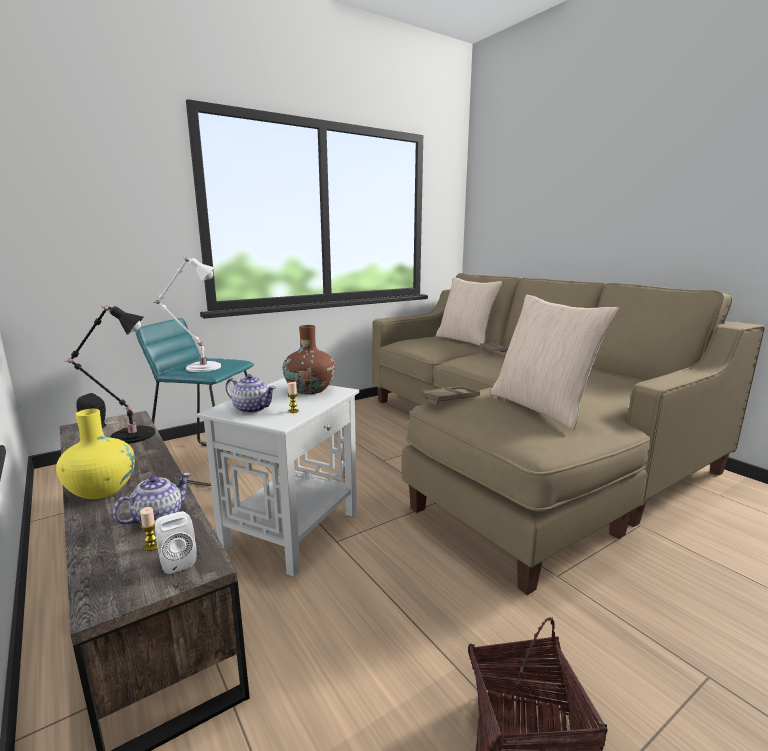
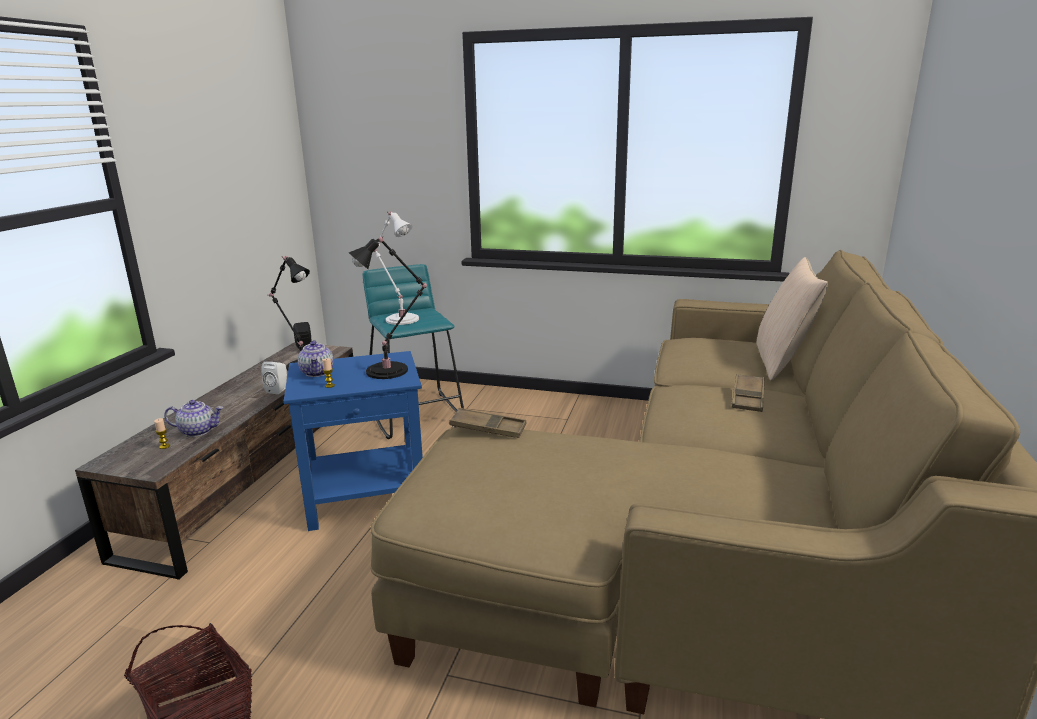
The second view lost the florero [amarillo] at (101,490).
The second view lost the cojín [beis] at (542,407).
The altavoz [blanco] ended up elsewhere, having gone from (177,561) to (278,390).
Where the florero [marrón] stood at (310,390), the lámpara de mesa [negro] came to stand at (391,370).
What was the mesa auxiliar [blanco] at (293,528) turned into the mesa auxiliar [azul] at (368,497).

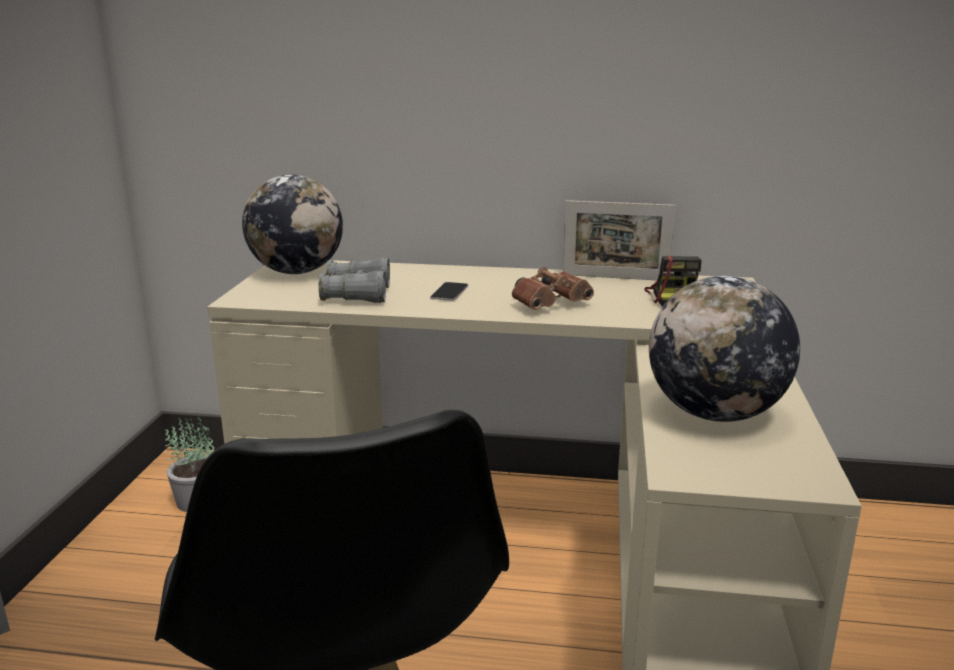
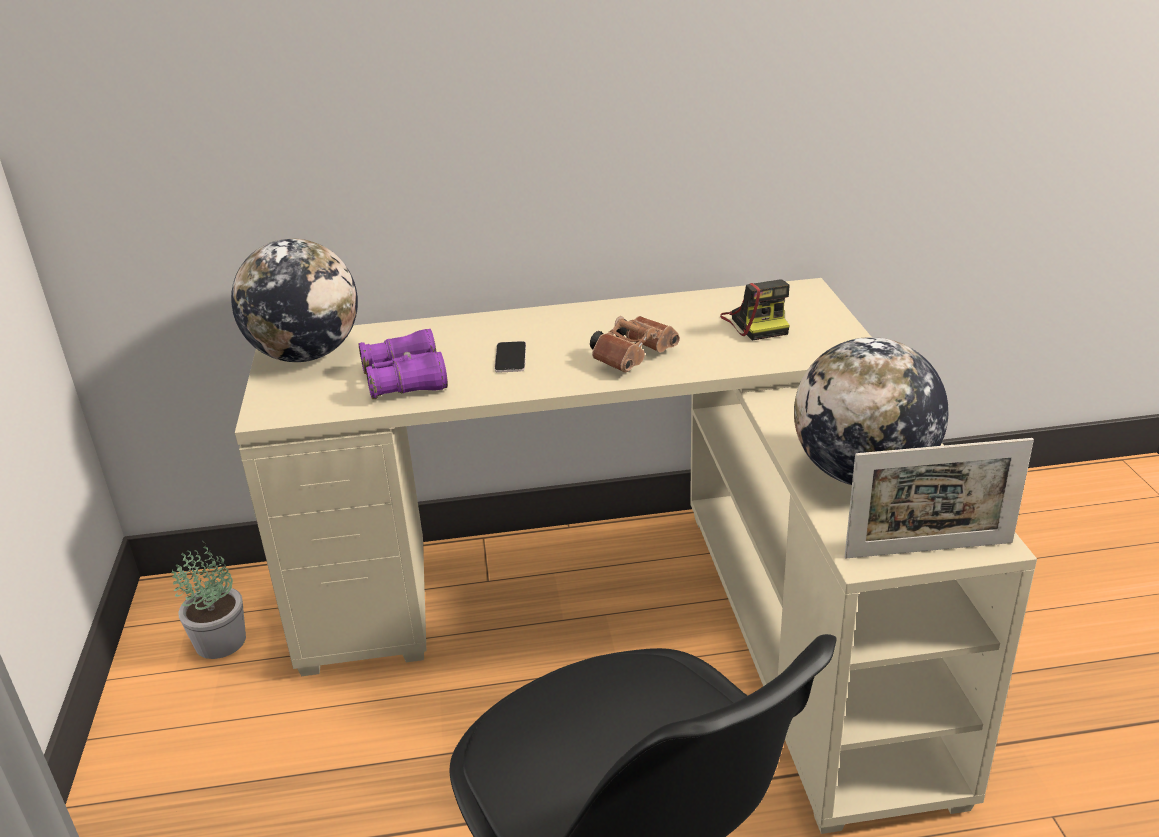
The portarretratos ended up elsewhere, having gone from (615,277) to (928,550).
What was the prismáticos [gris] at (357,294) turned into the prismáticos [morado] at (405,380).

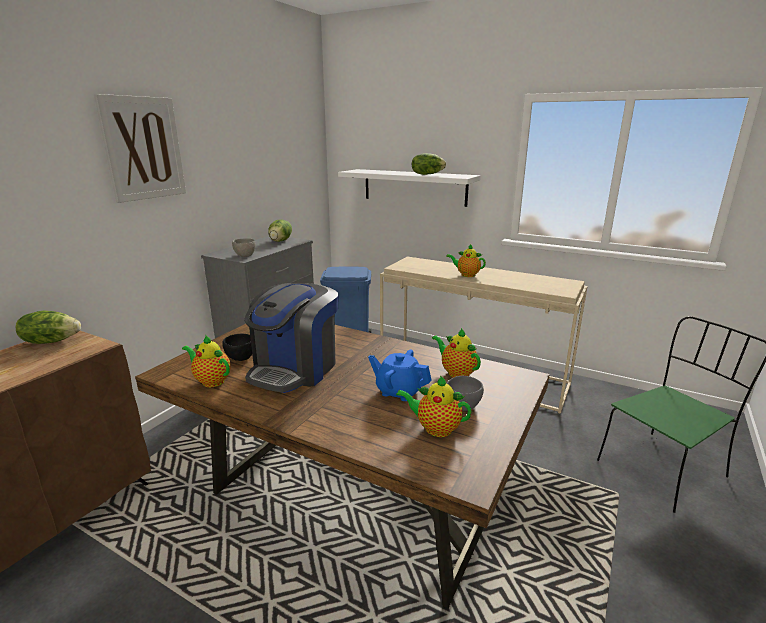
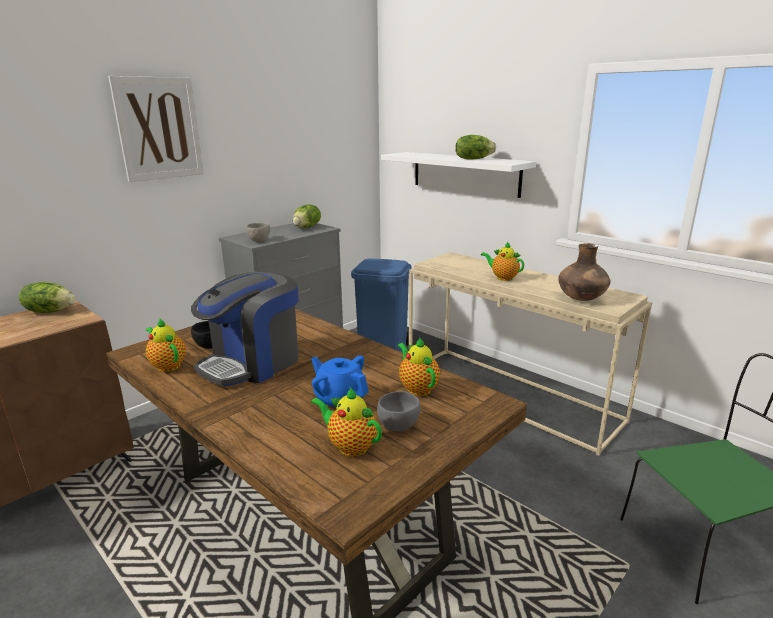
The second view gained the florero [marrón] at (581,299).

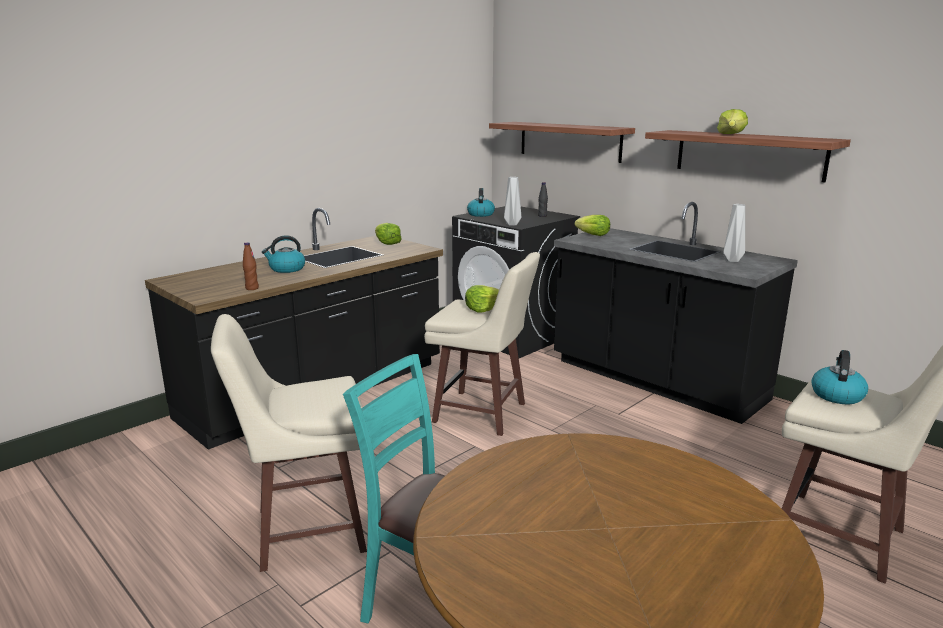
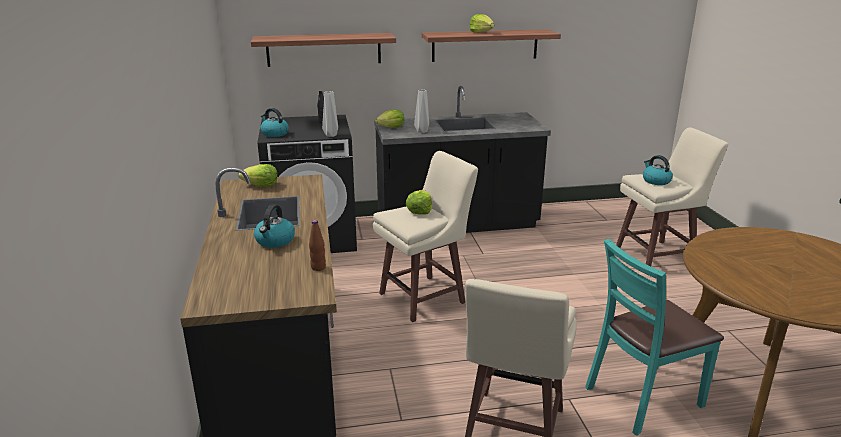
The florero [gris] ended up elsewhere, having gone from (732,260) to (422,131).

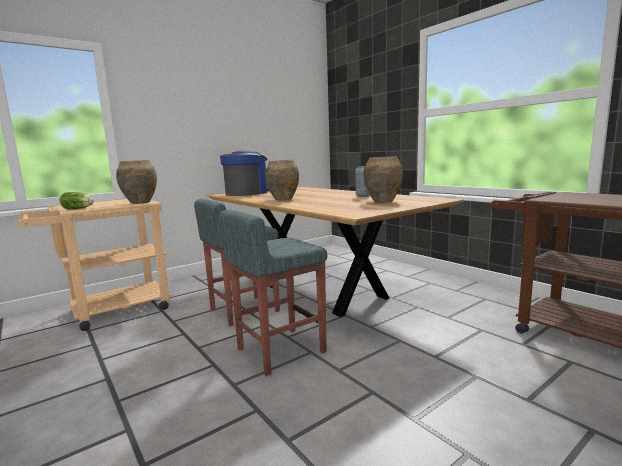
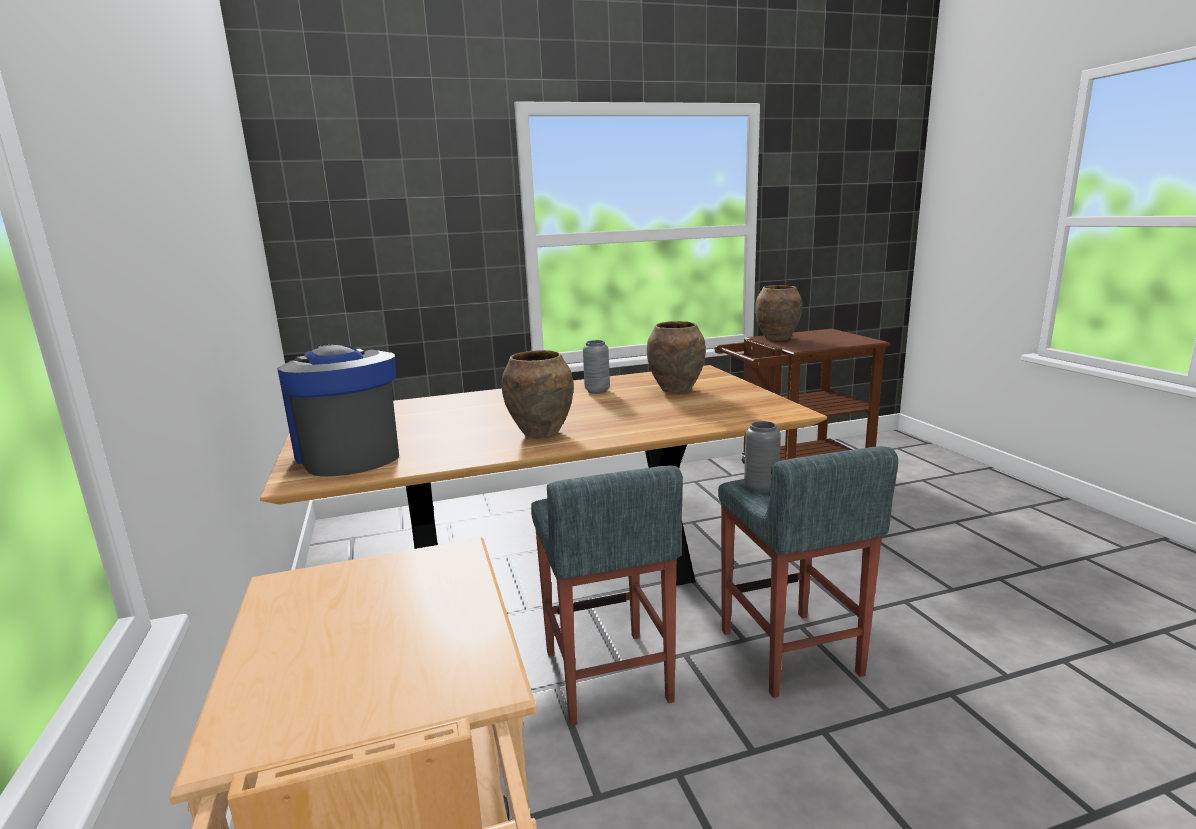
The second view lost the lechuga at (79,209).
The second view gained the florero [gris] at (761,487).
The florero [marrón] ended up elsewhere, having gone from (140,202) to (777,338).

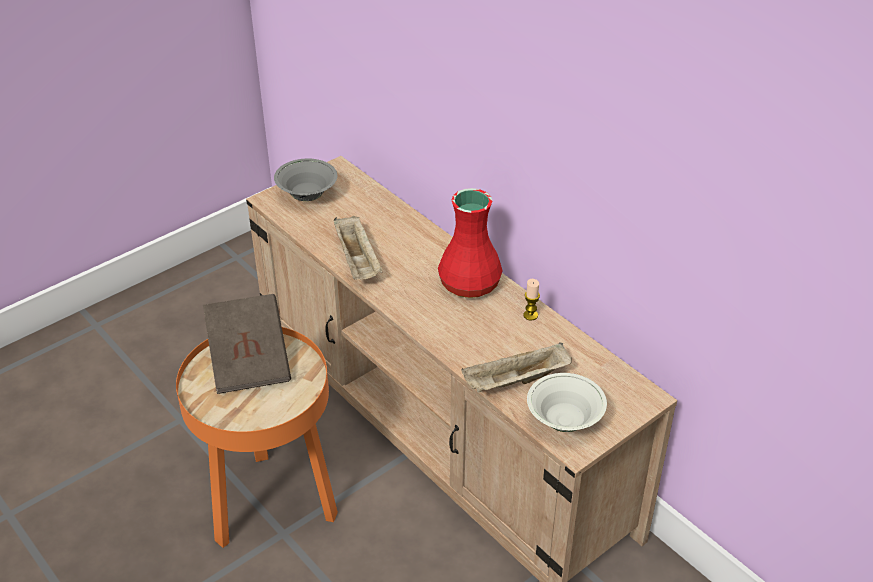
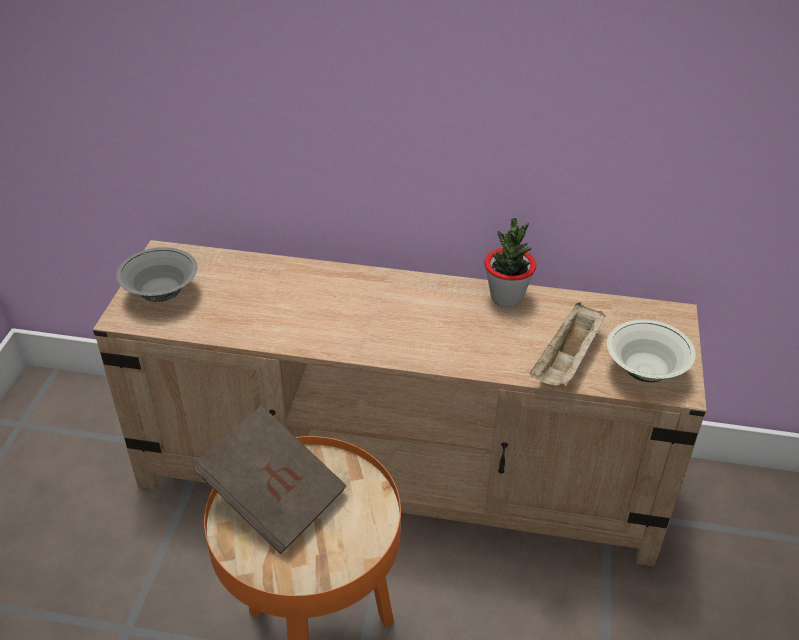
The second view lost the bandeja [beis] at (358,261).
The second view lost the florero [rojo] at (469,282).
Where the vela stood at (530,315), the planta en maceta came to stand at (506,297).

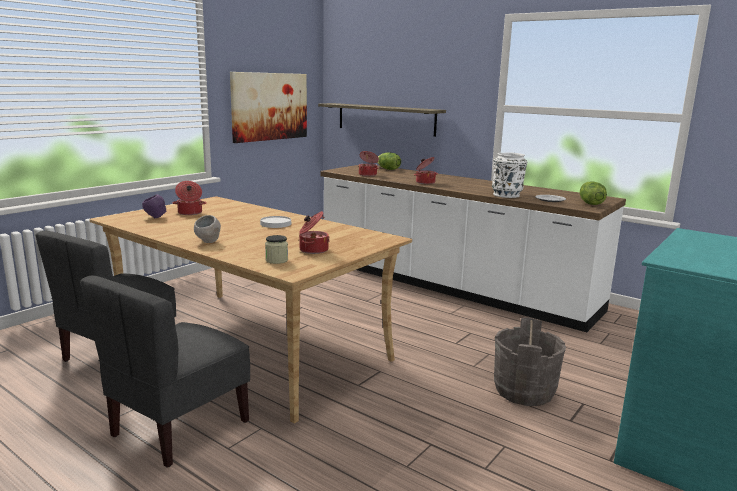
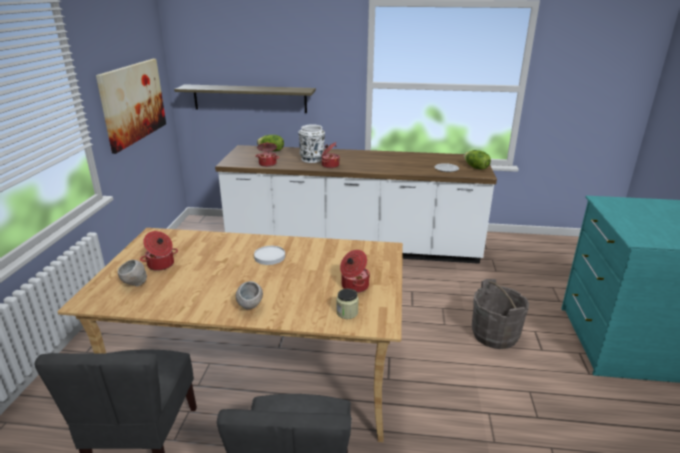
The florero [blanco] ended up elsewhere, having gone from (507,195) to (312,159).
What was the cuenco [morado] at (155,217) turned into the cuenco [gris] at (135,285).

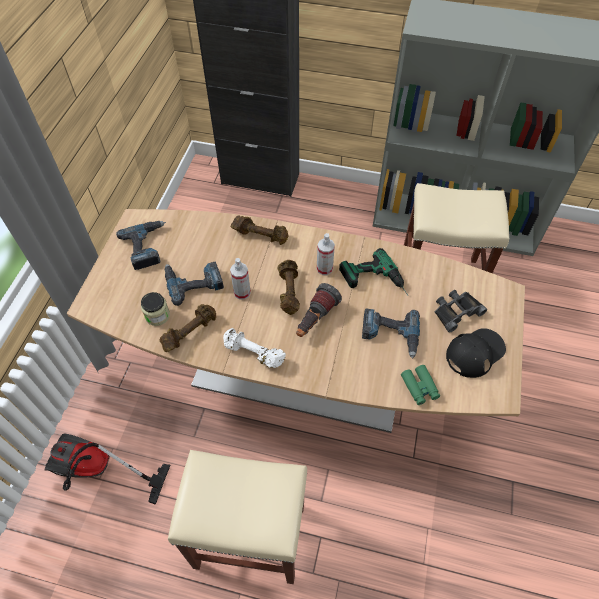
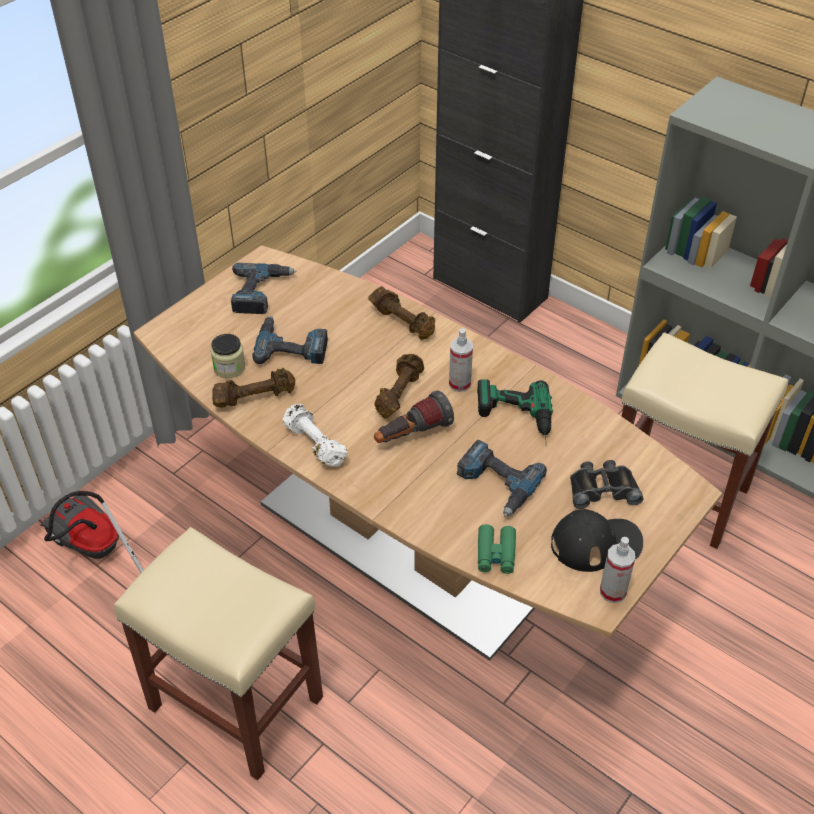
The pulverizador ended up elsewhere, having gone from (242,292) to (612,592).

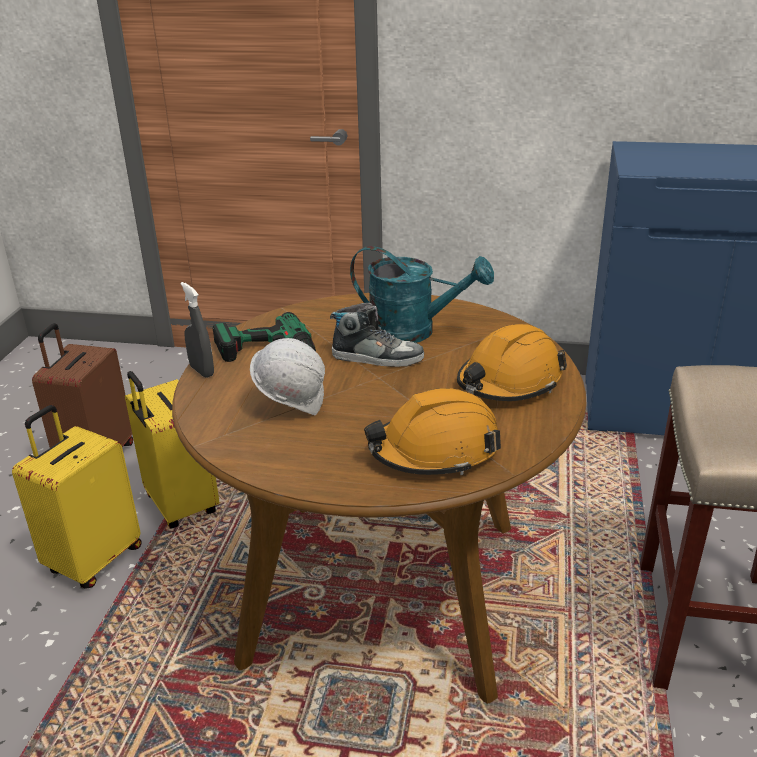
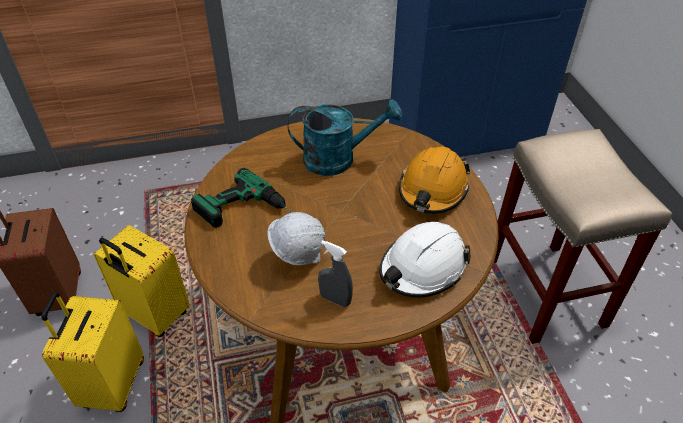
The second view lost the zapato at (377,357).
The pulverizador [gris] ended up elsewhere, having gone from (202,371) to (335,299).
What was the casco [naranja] at (435,451) turned into the casco [blanco] at (422,268).

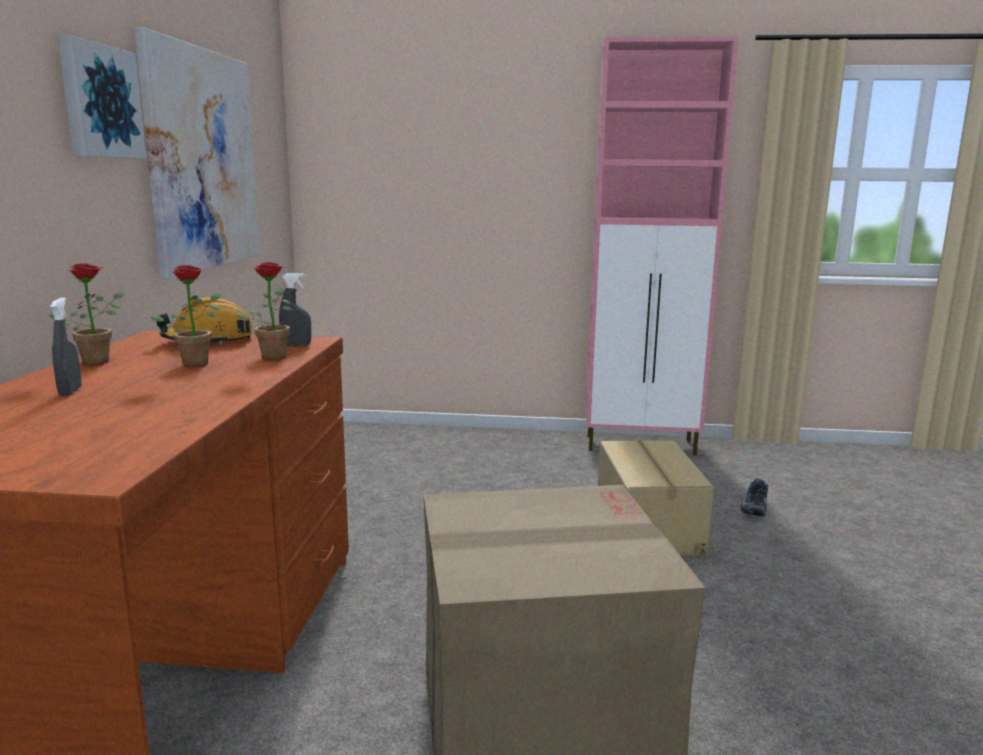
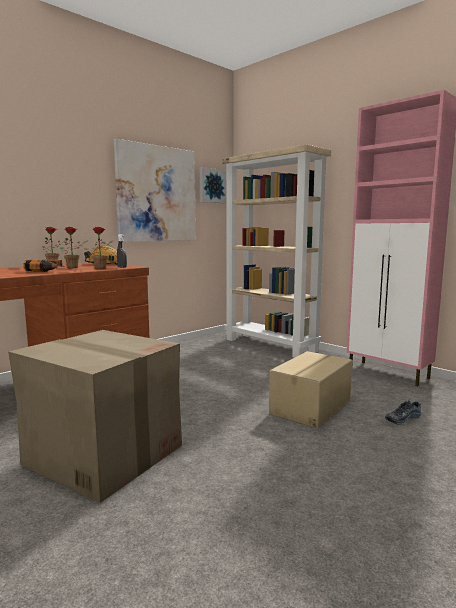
The second view lost the pulverizador [gris] at (70,392).
The second view gained the taladro at (50,270).
The second view gained the estantería [beis] at (271,345).
The cuadro ended up elsewhere, having gone from (99,102) to (212,186).

